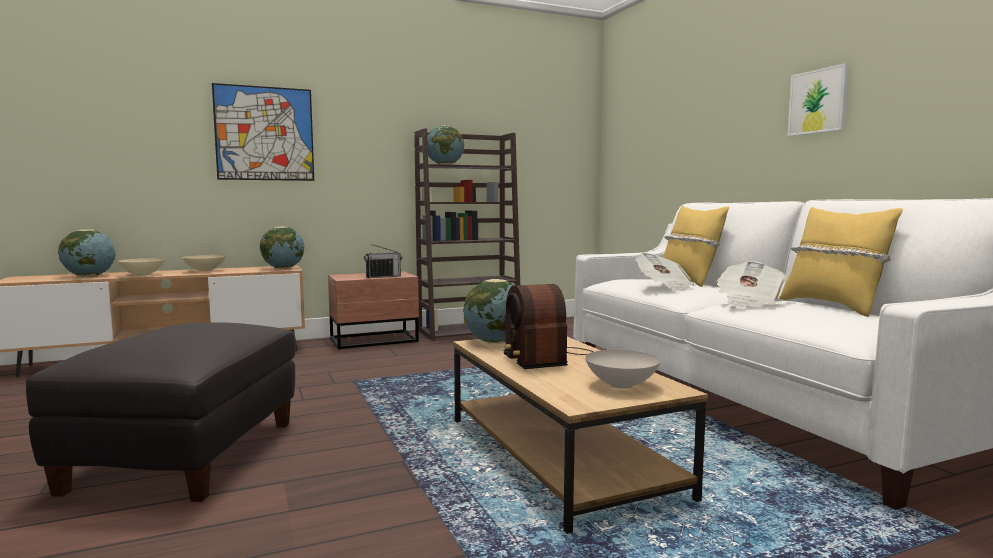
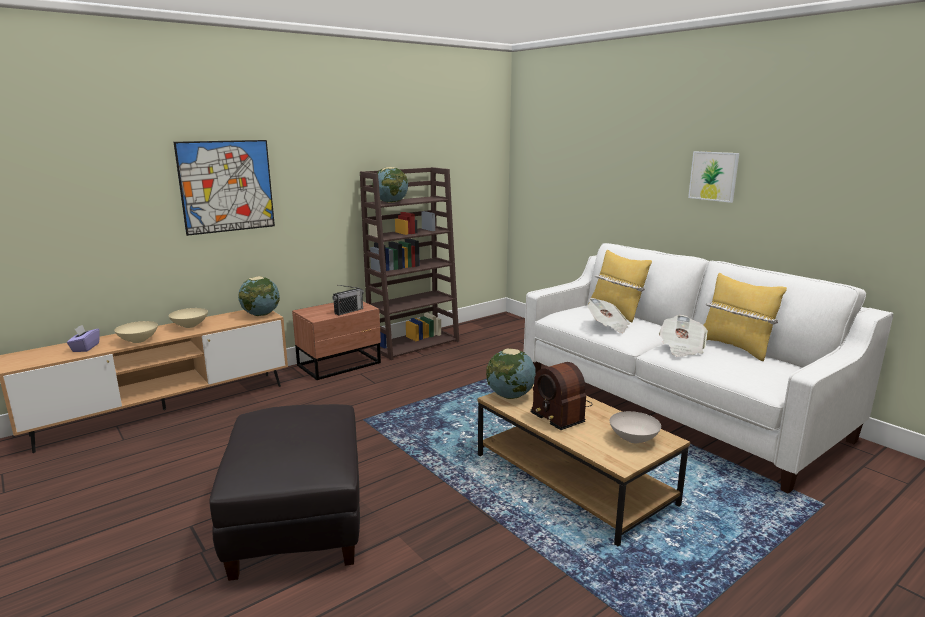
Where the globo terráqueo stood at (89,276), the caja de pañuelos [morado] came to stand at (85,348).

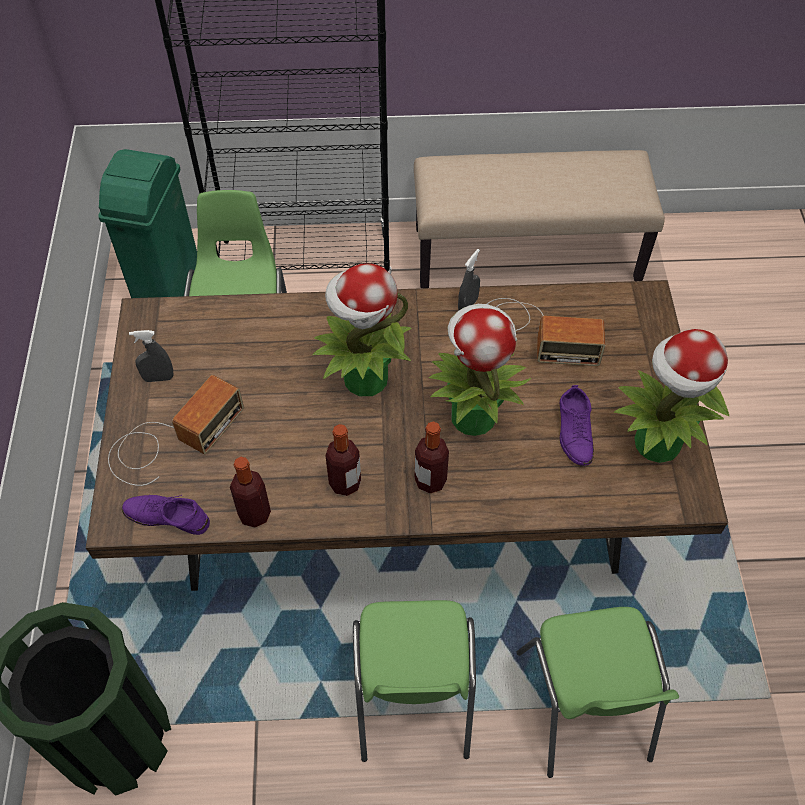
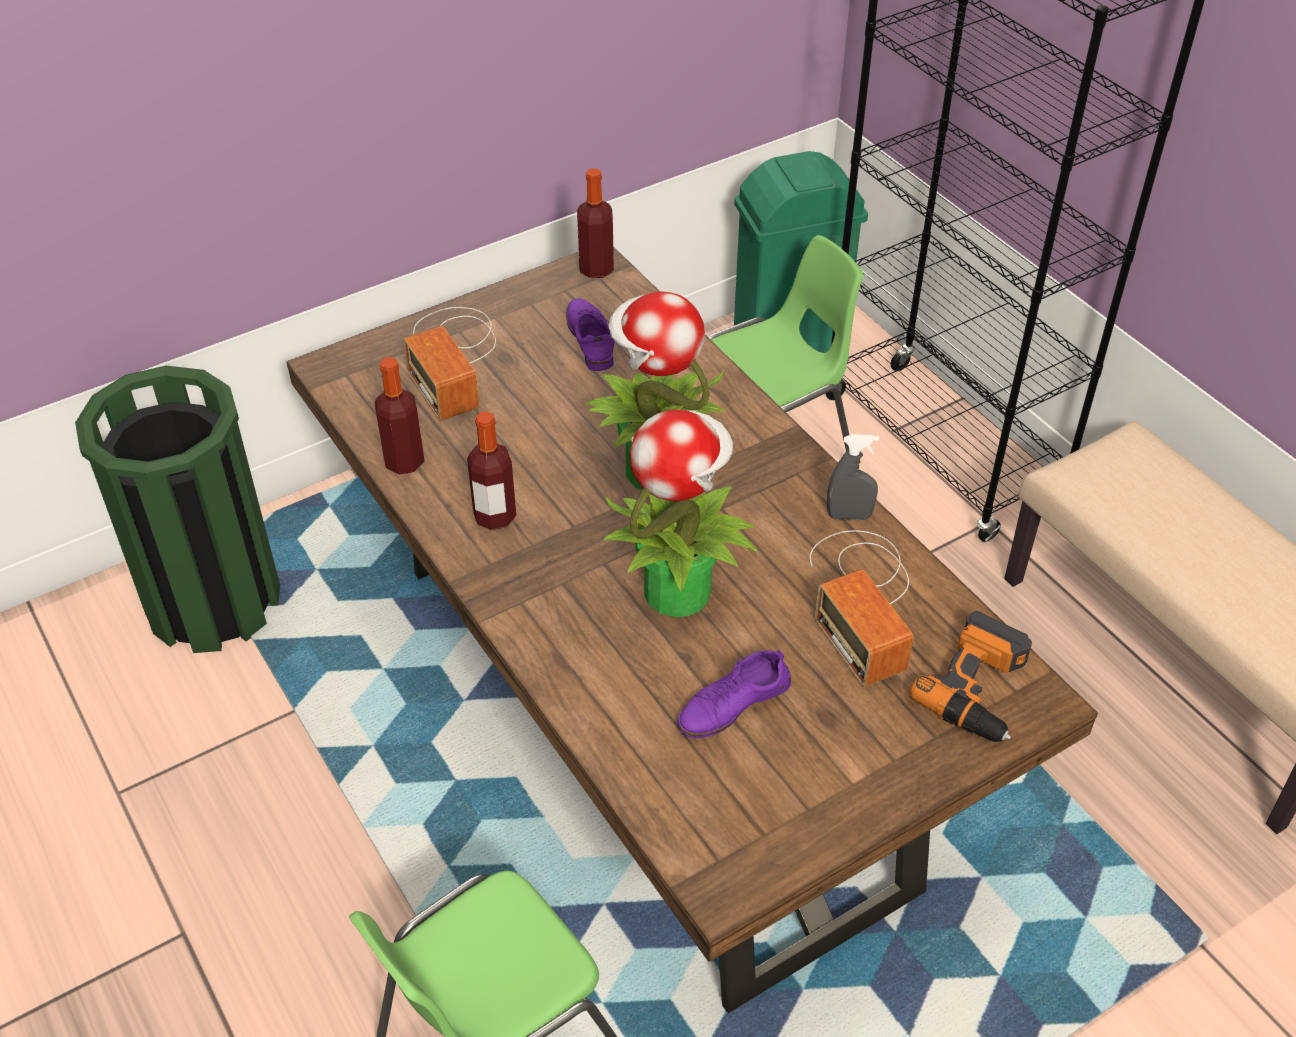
The second view lost the pulverizador [gris] at (158,378).
The second view lost the silla [verde] at (412,697).
The second view lost the planta en maceta at (656,444).
The second view gained the taladro at (980,689).
The zapato [morado] ended up elsewhere, having gone from (167,517) to (590,339).
The botella ended up elsewhere, having gone from (430,480) to (596,269).
The radio at (171,439) ended up facing another way, 60 degrees clockwise from before.

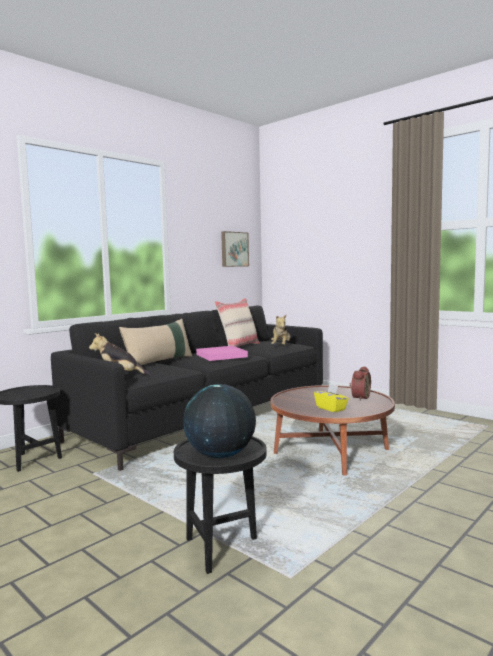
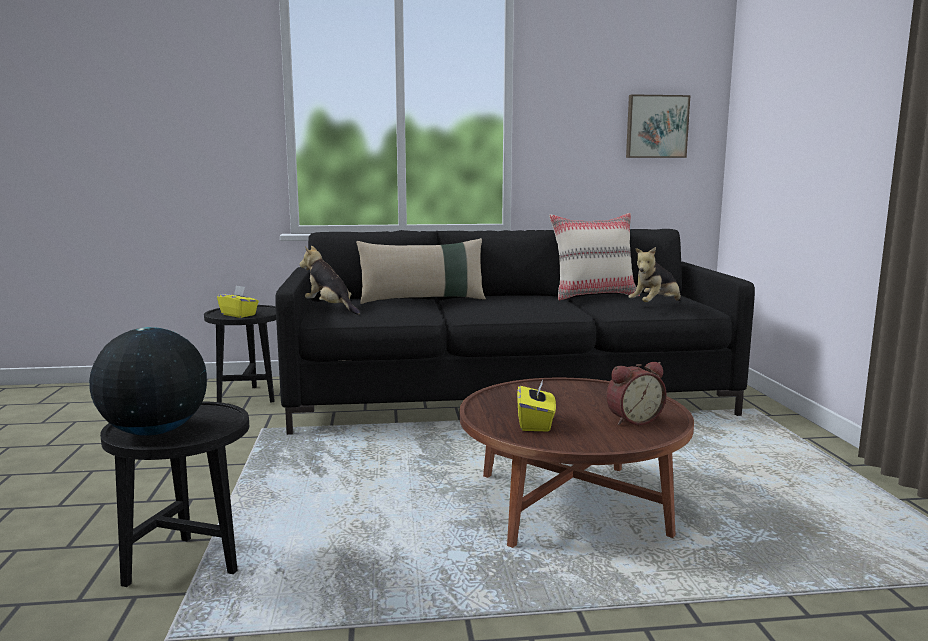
The second view lost the bandeja [rosa] at (221,356).
The second view gained the caja de pañuelos [amarillo] at (239,315).

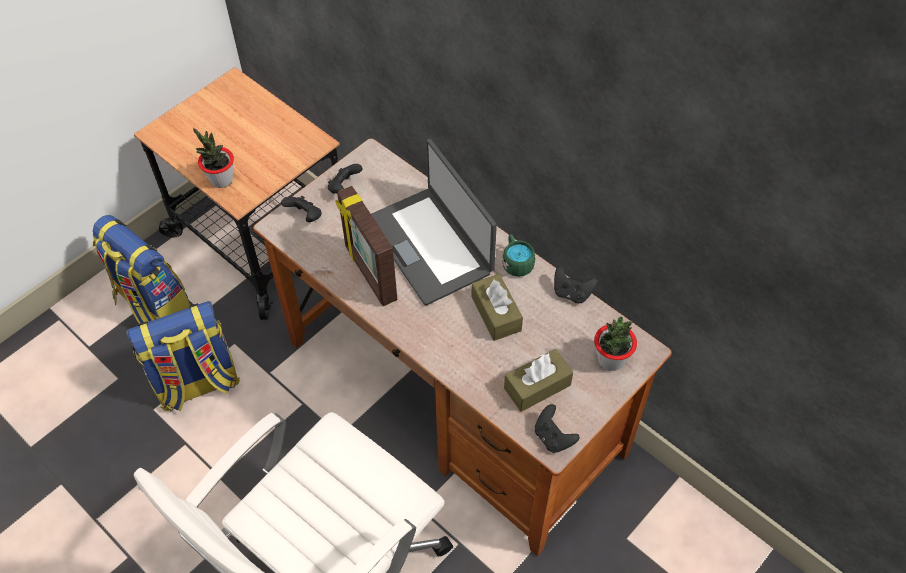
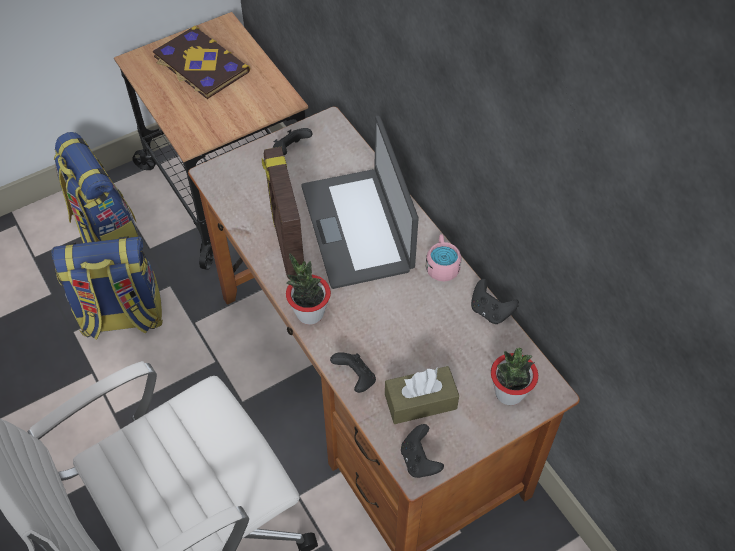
The second view lost the caja de pañuelos [marrón] at (496,314).
The second view gained the libro at (200,65).
The planta en maceta ended up elsewhere, having gone from (221,180) to (309,313).
The mando de consola [negro] ended up elsewhere, having gone from (305,216) to (355,378).
What was the taza grande [verde] at (516,262) turned into the taza grande [rosa] at (442,265).

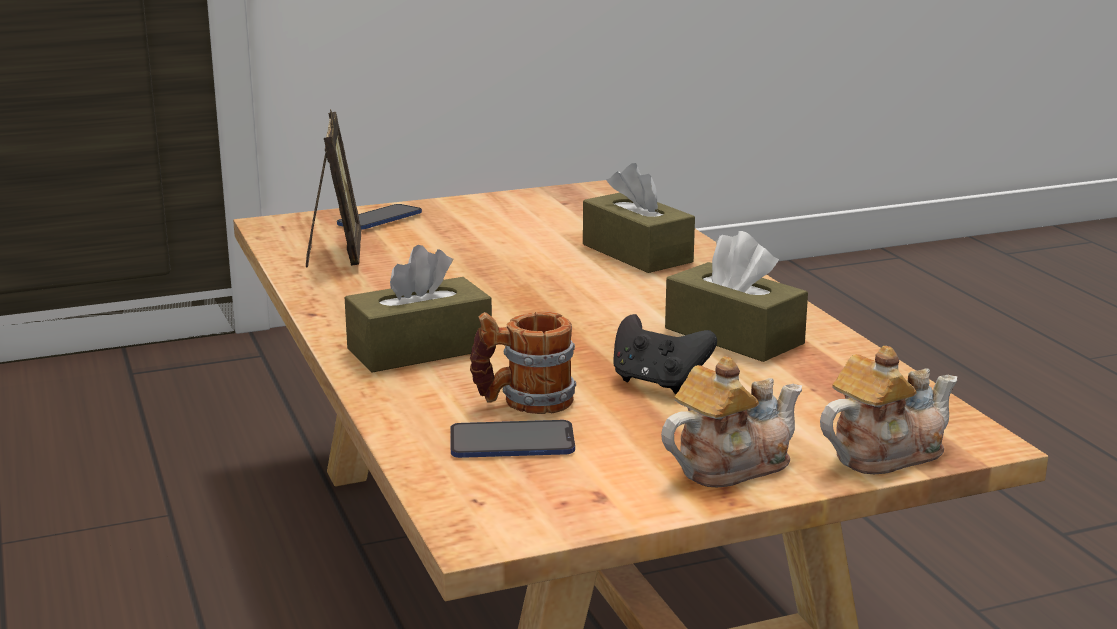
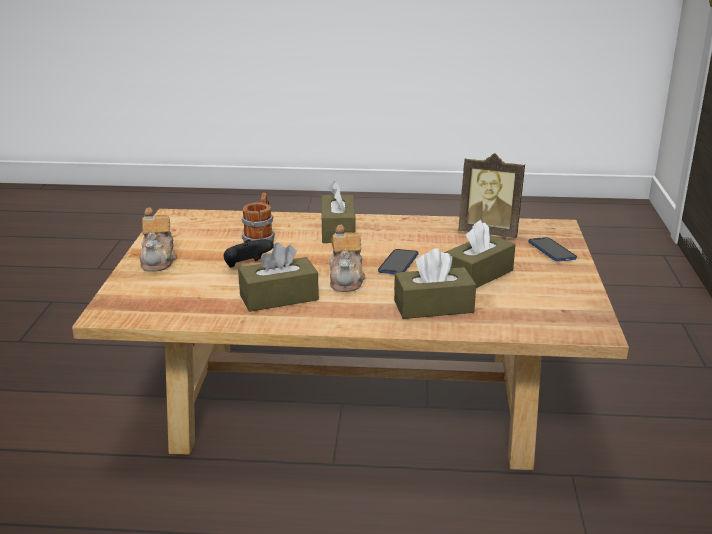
The second view gained the caja de pañuelos [marrón] at (478,275).
The móvil ended up elsewhere, having gone from (512,443) to (398,263).
The tetera ended up elsewhere, having gone from (883,454) to (346,279).

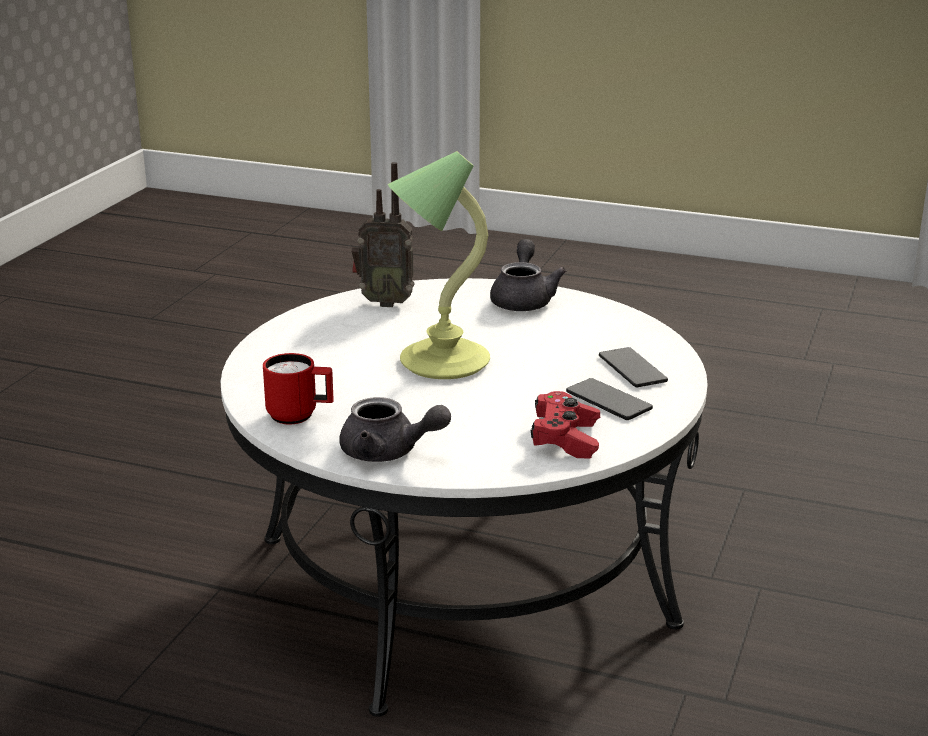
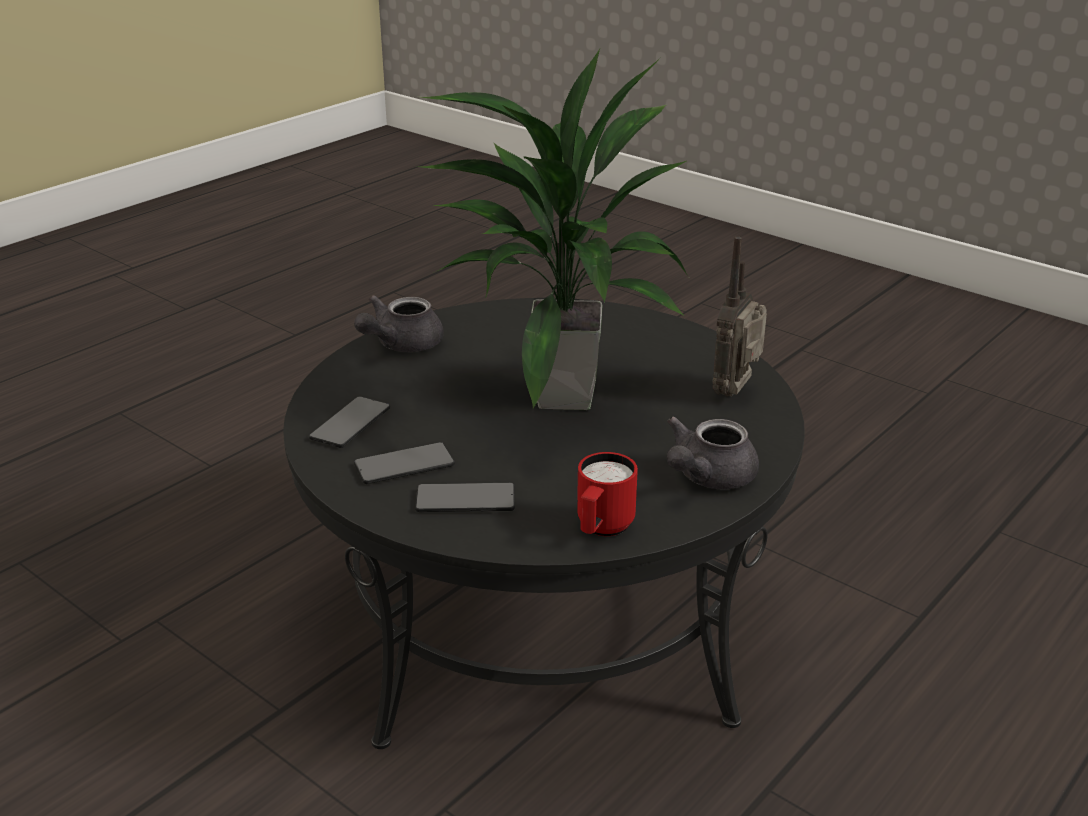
The taza grande [rojo] ended up elsewhere, having gone from (300,416) to (601,529).
Where the lámpara de mesa stood at (440,362), the planta en maceta came to stand at (561,396).
Where the mando de consola [rojo] stood at (565,439), the móvil came to stand at (350,424).
What was the mesa de centro [blanco] at (464,580) turned into the mesa de centro [negro] at (544,618).
The tetera [gris] at (523,299) ended up facing another way, 105 degrees clockwise from before.

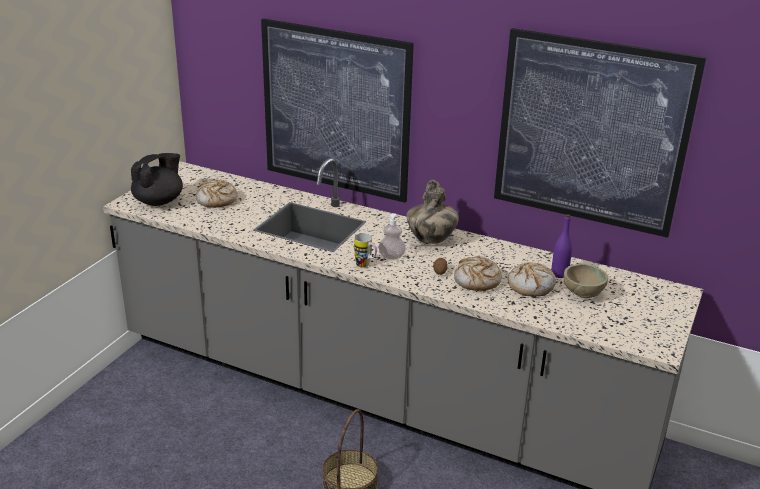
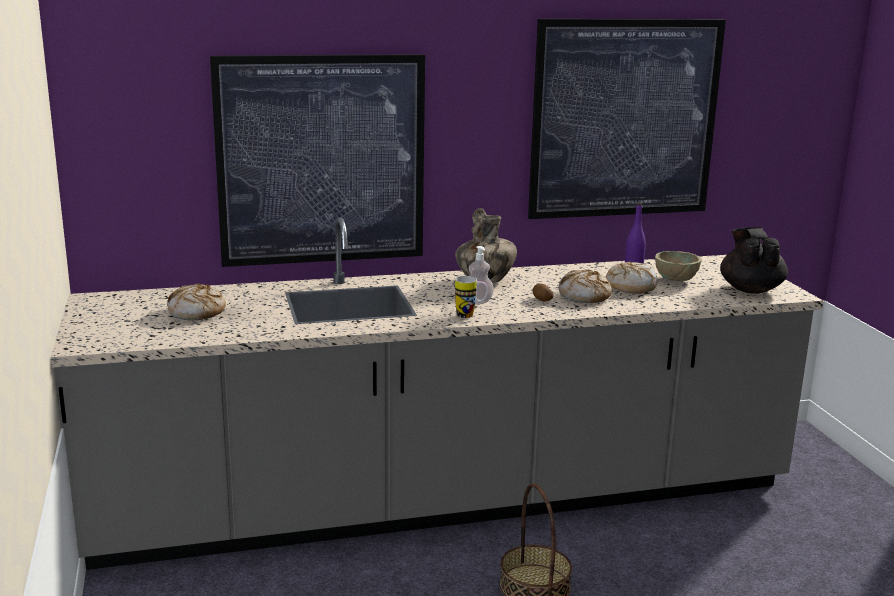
The tetera [negro] ended up elsewhere, having gone from (159,201) to (750,289).

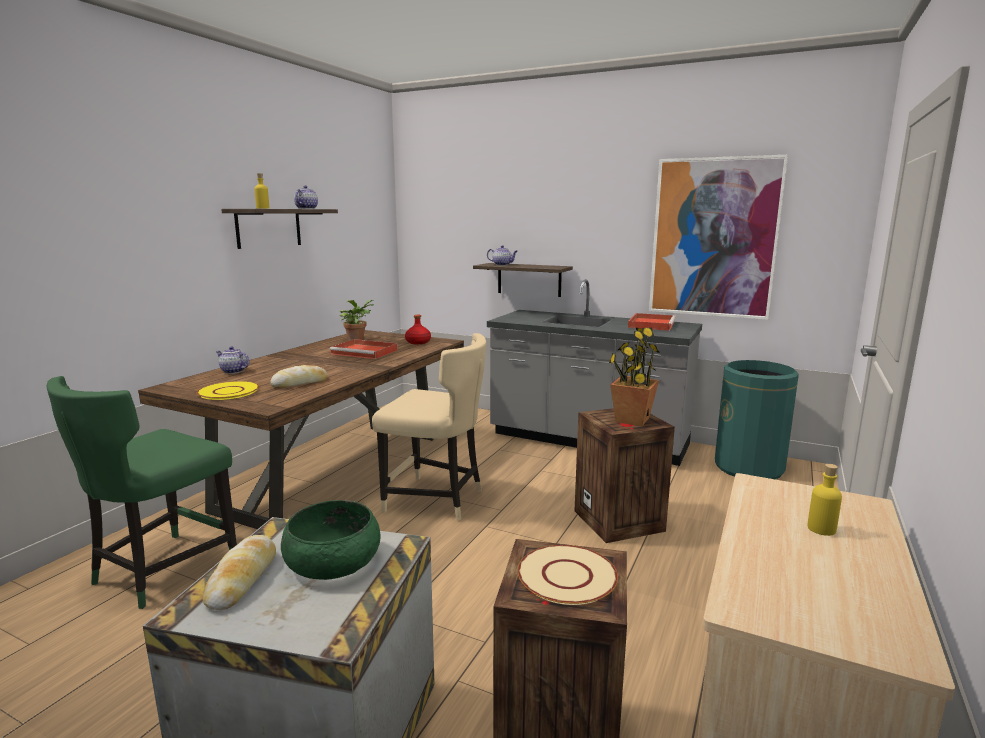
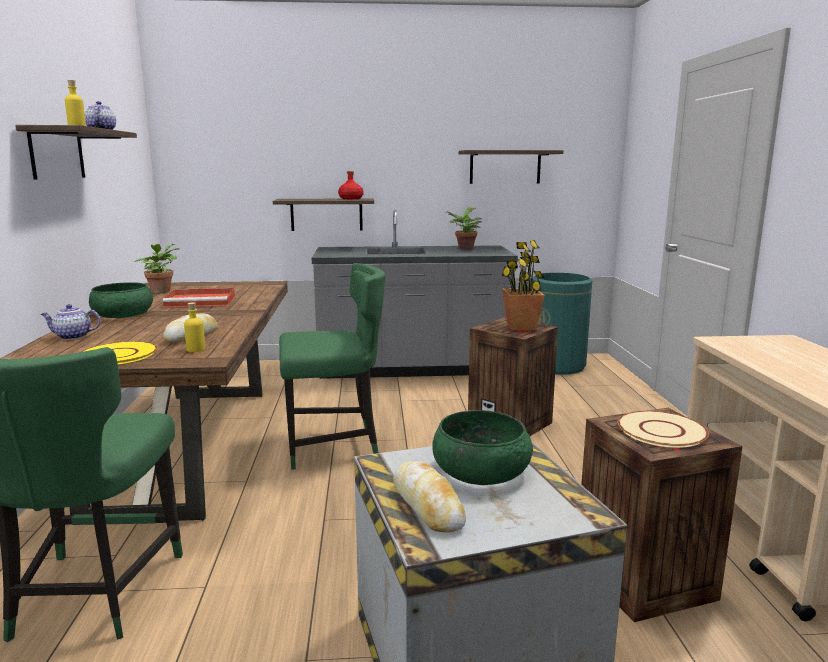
The second view lost the tetera at (502,265).
The second view gained the cuenco [verde] at (123,314).
The botella [rojo] ended up elsewhere, having gone from (418,342) to (351,198).
The botella [amarillo] ended up elsewhere, having gone from (821,529) to (196,349).
Where the bandeja [rojo] stood at (651,324), the planta en maceta came to stand at (464,248).
Where the cuadro hung at (713,238), the estante came to hang at (505,167).
What was the silla [beis] at (436,500) turned into the silla [verde] at (334,446).

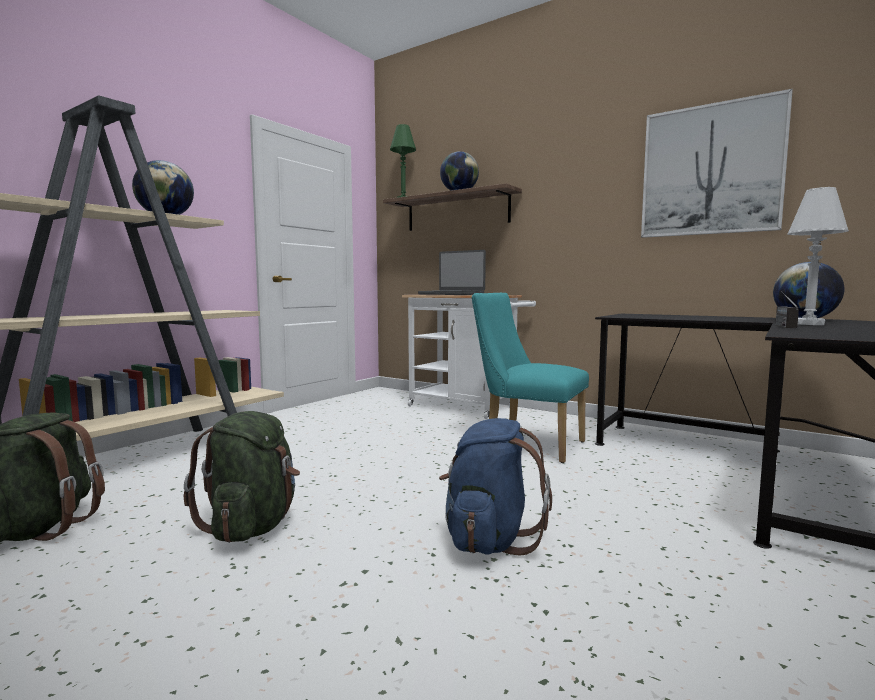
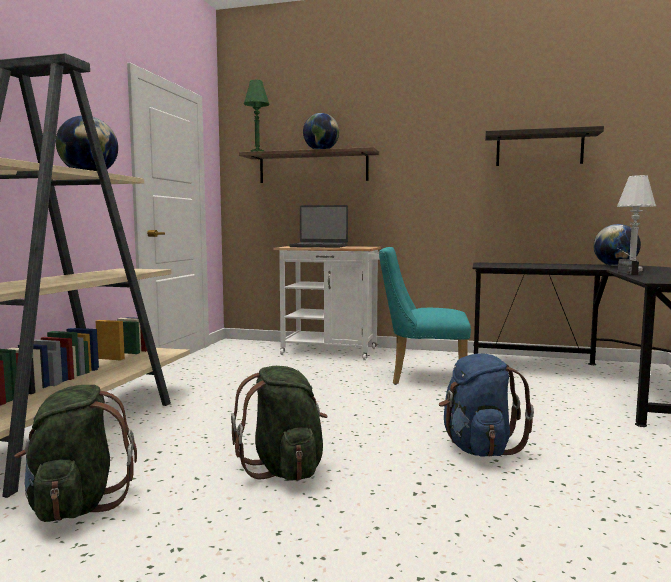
Where the cuadro hung at (711,170), the estante came to hang at (539,149).

